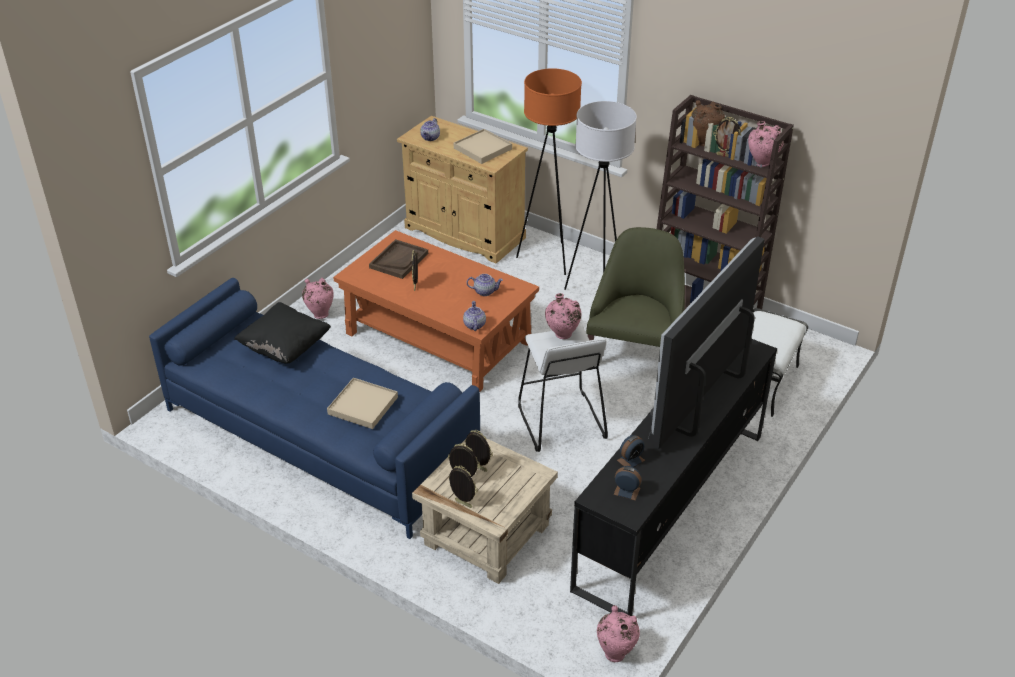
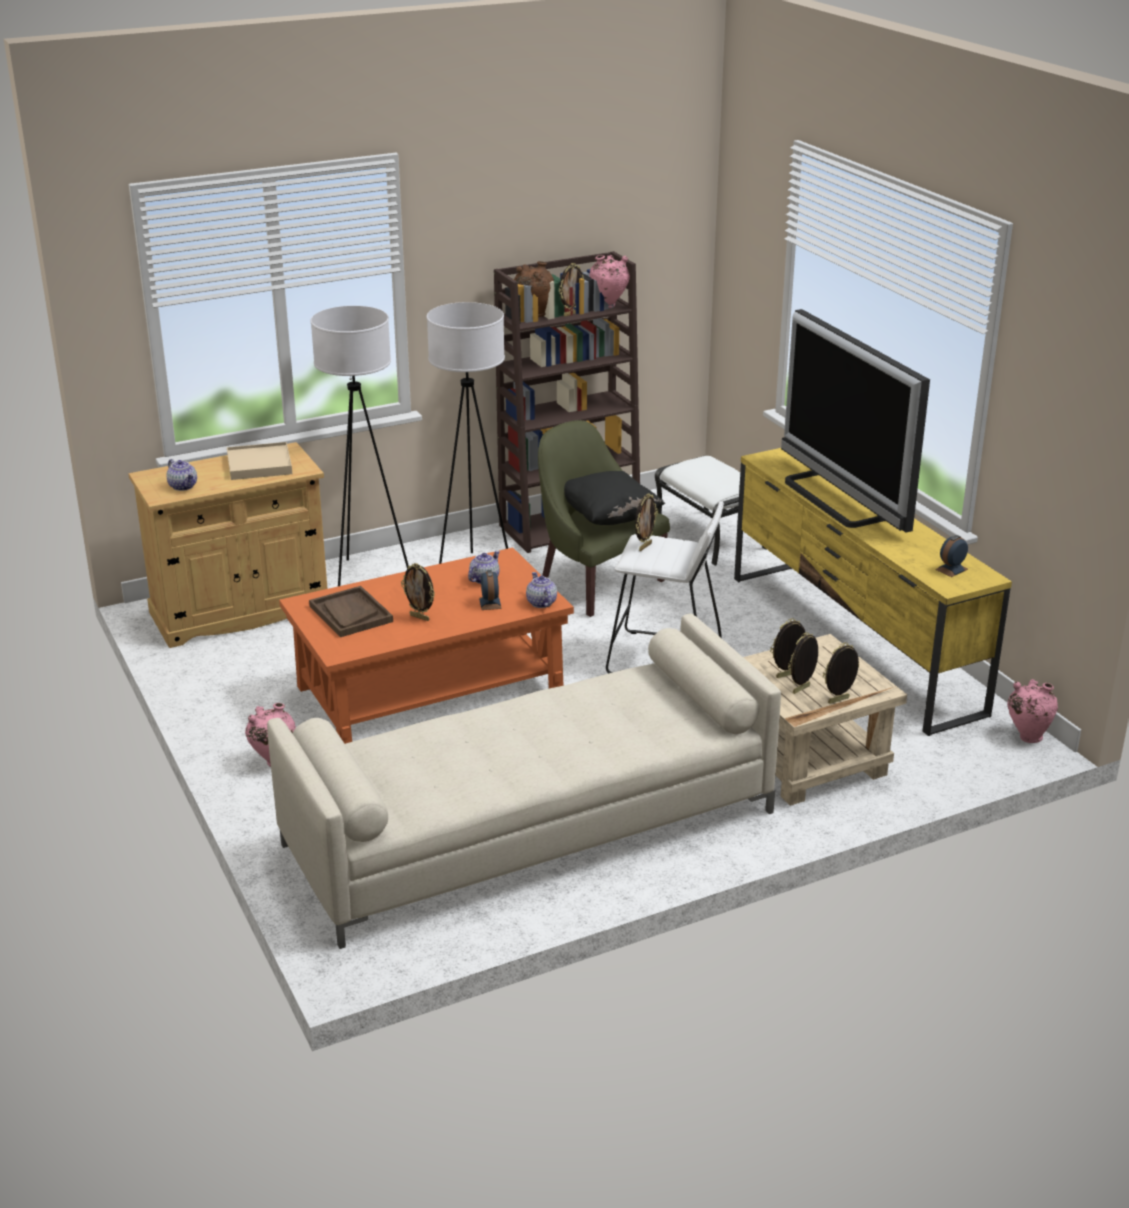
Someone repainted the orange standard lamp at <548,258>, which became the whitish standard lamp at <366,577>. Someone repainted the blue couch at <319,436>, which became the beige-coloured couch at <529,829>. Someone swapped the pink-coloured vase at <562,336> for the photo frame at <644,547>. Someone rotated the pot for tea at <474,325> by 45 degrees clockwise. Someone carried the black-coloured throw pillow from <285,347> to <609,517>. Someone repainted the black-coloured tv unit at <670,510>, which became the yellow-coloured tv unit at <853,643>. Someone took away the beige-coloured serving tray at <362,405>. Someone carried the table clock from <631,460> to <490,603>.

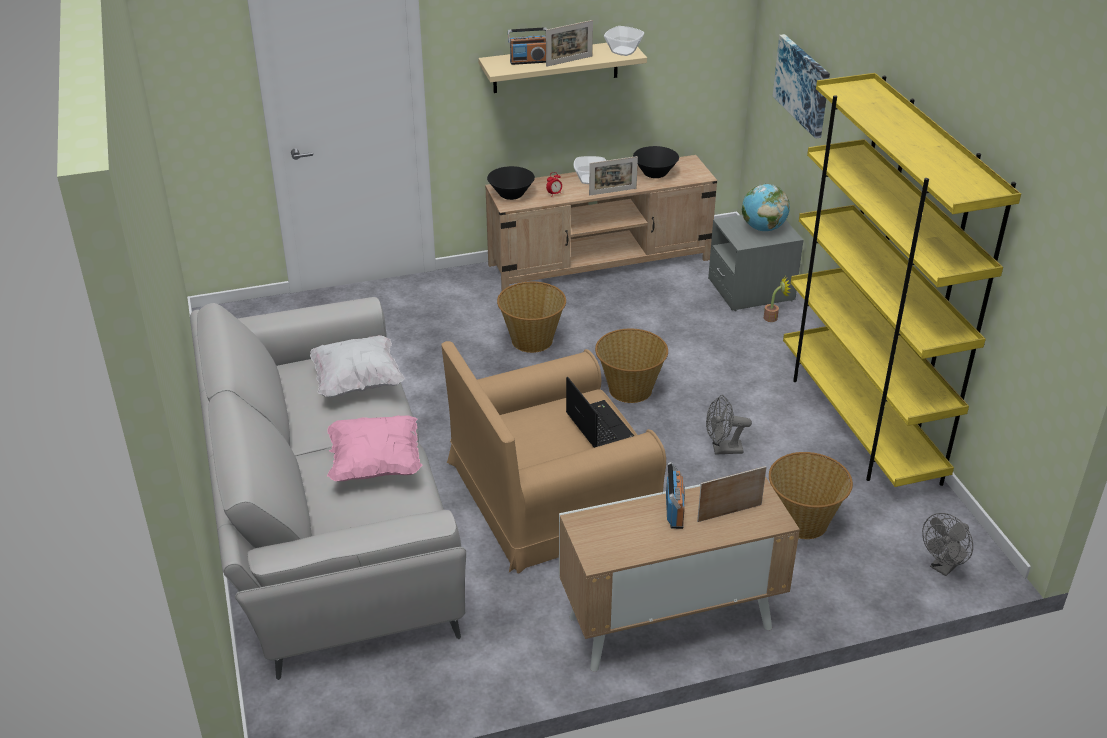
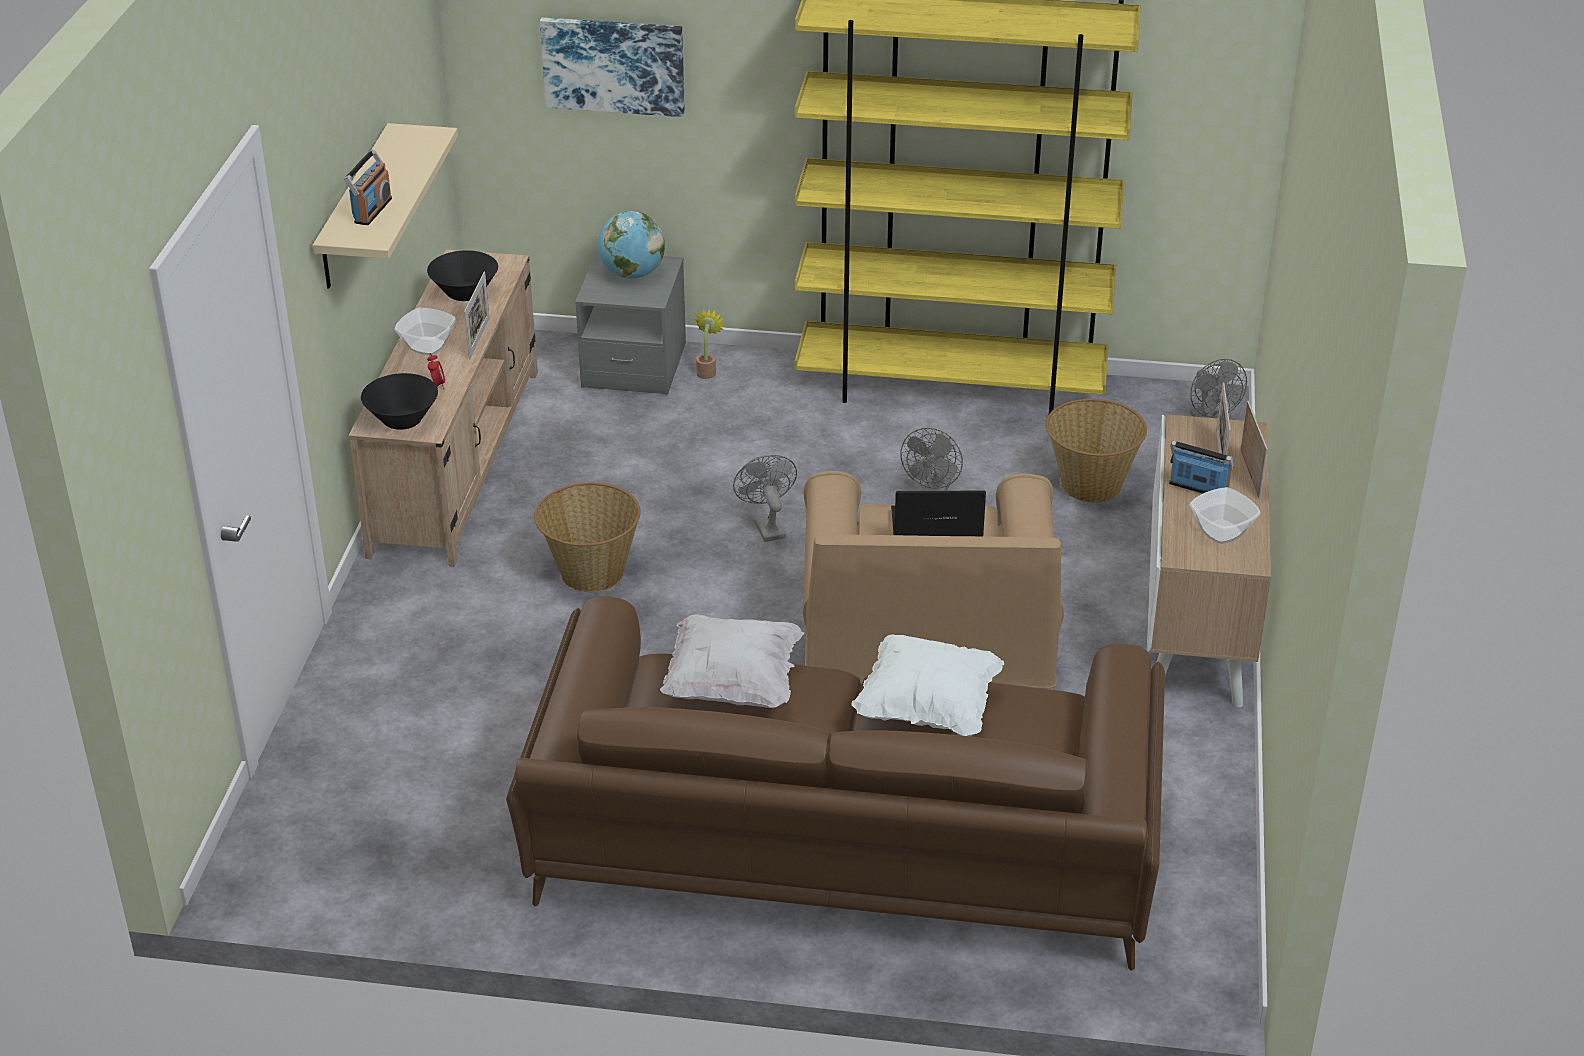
Someone carried the photo frame from <569,61> to <1250,474>. Someone carried the bowl from <623,51> to <1222,532>. Someone repainted the greyish couch at <327,514>, which became the brown couch at <840,856>. Someone swapped the storage basket at <629,390> for the greyish cooling fan at <767,526>. Someone repainted the pink-coloured throw pillow at <376,464>, which became the whitish throw pillow at <928,708>.

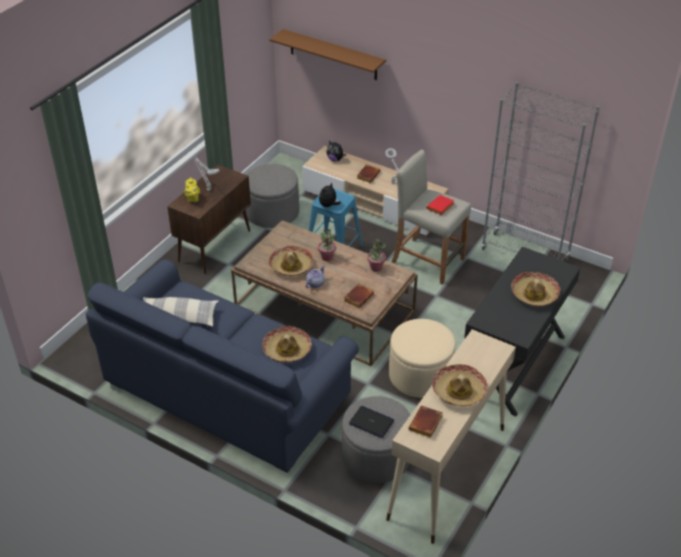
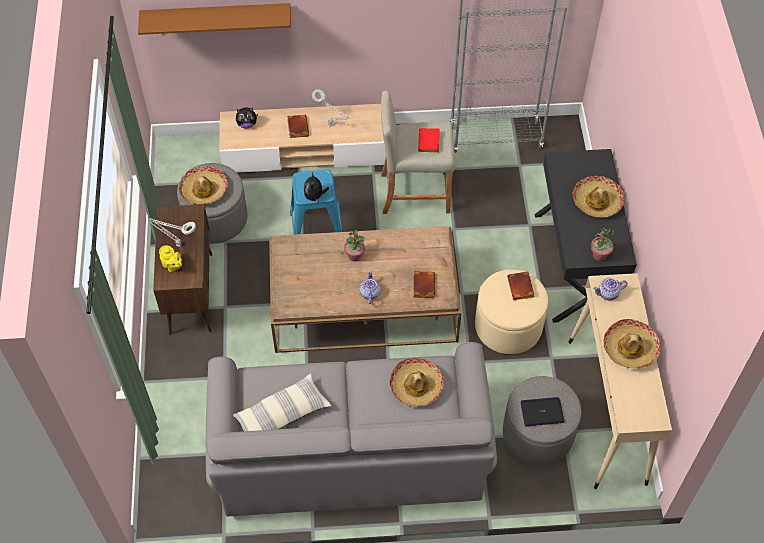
Someone carried the potted plant from <376,268> to <599,255>. Someone carried the clothing hat from <291,265> to <204,190>. Someone repainted the blue couch at <226,391>, which became the greyish couch at <350,451>. Someone carried the brown book from <426,425> to <521,288>. Someone put down the pot for tea at <608,294>.

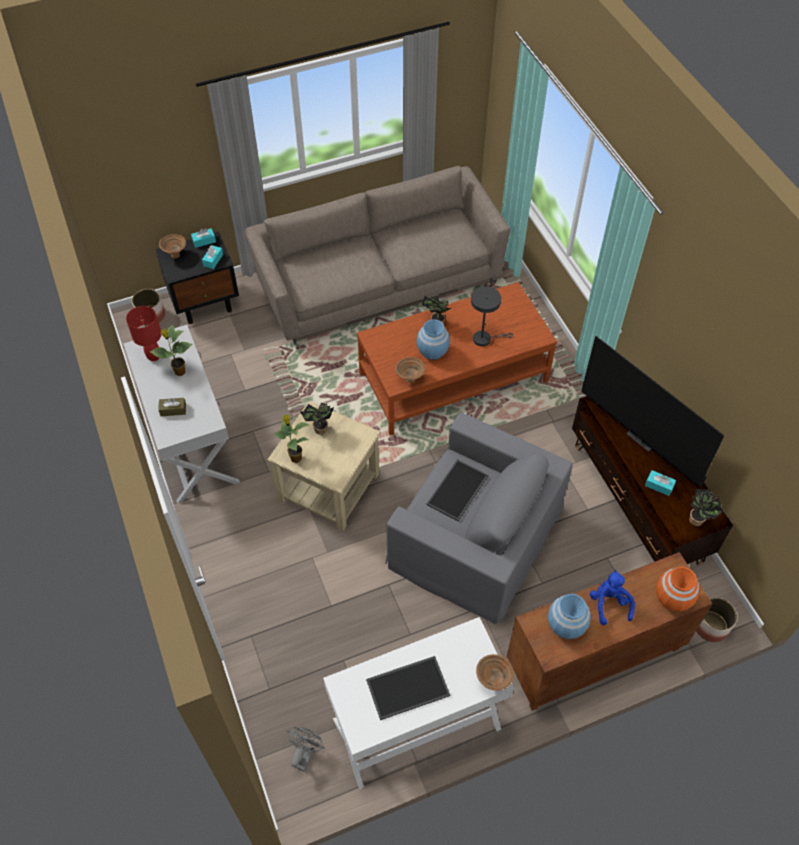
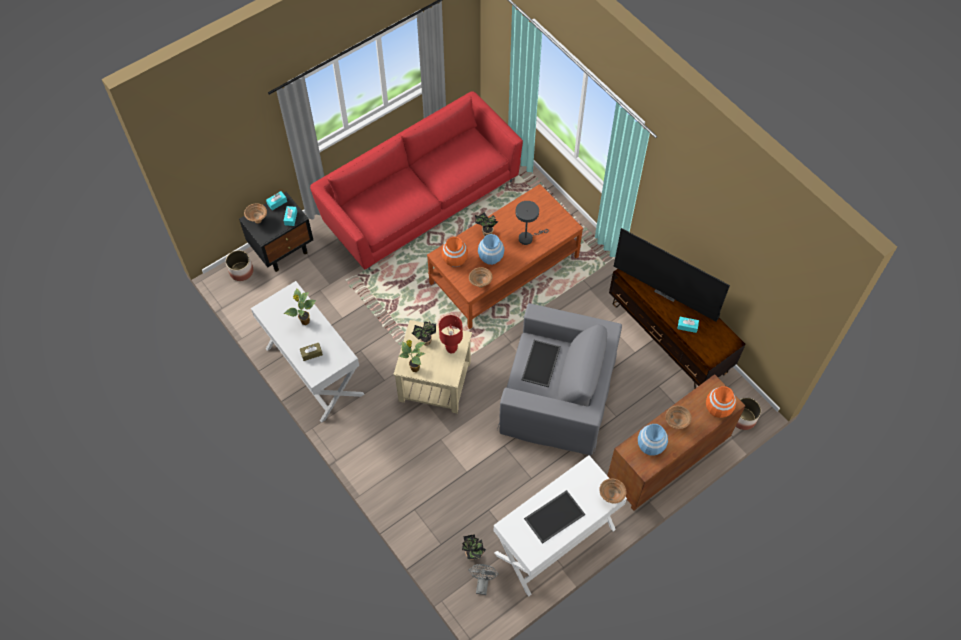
Someone repainted the beige-coloured couch at <378,283>, which became the red couch at <420,201>. Someone carried the red lamp for a table from <154,356> to <452,349>. Someone carried the potted plant from <698,521> to <473,555>. Someone swapped the blue cuddly toy at <609,603> for the brown bowl at <676,423>. Someone put down the orange vase at <454,260>.

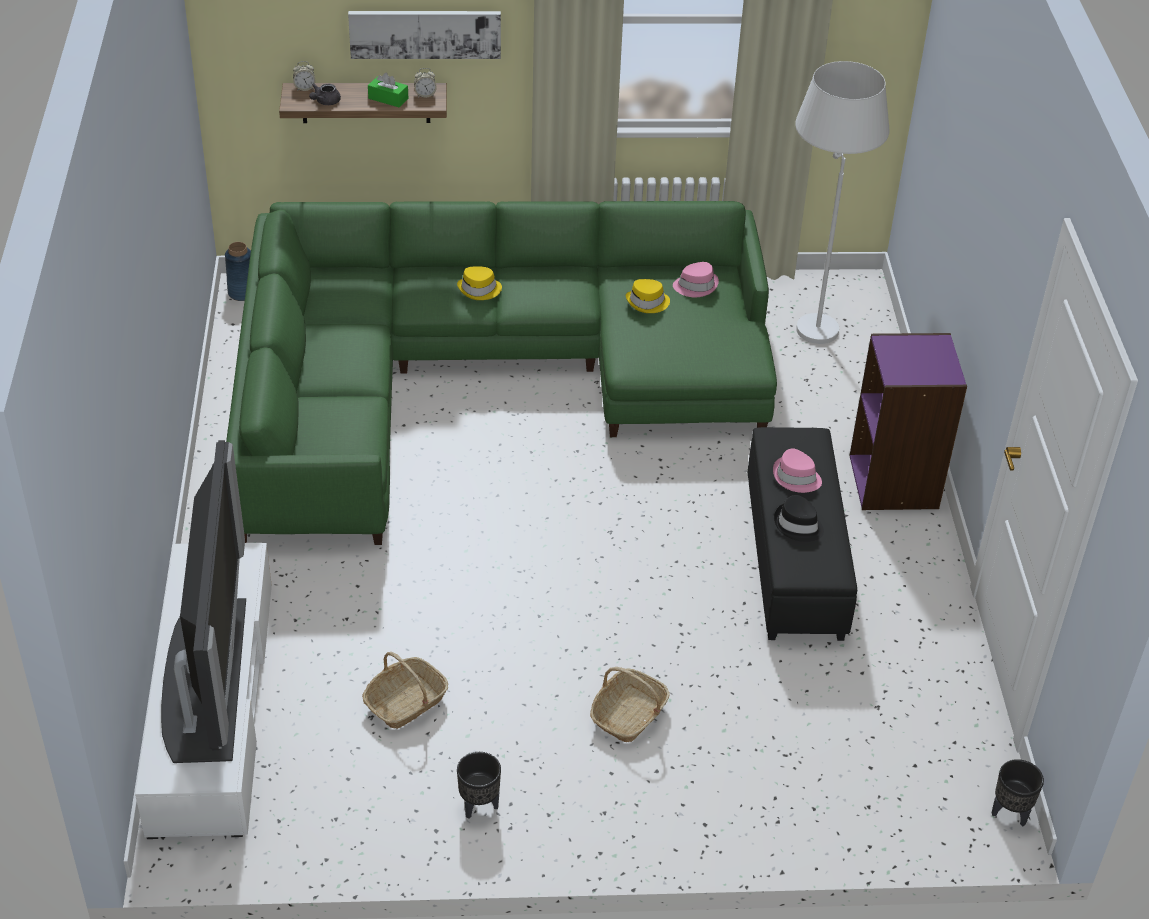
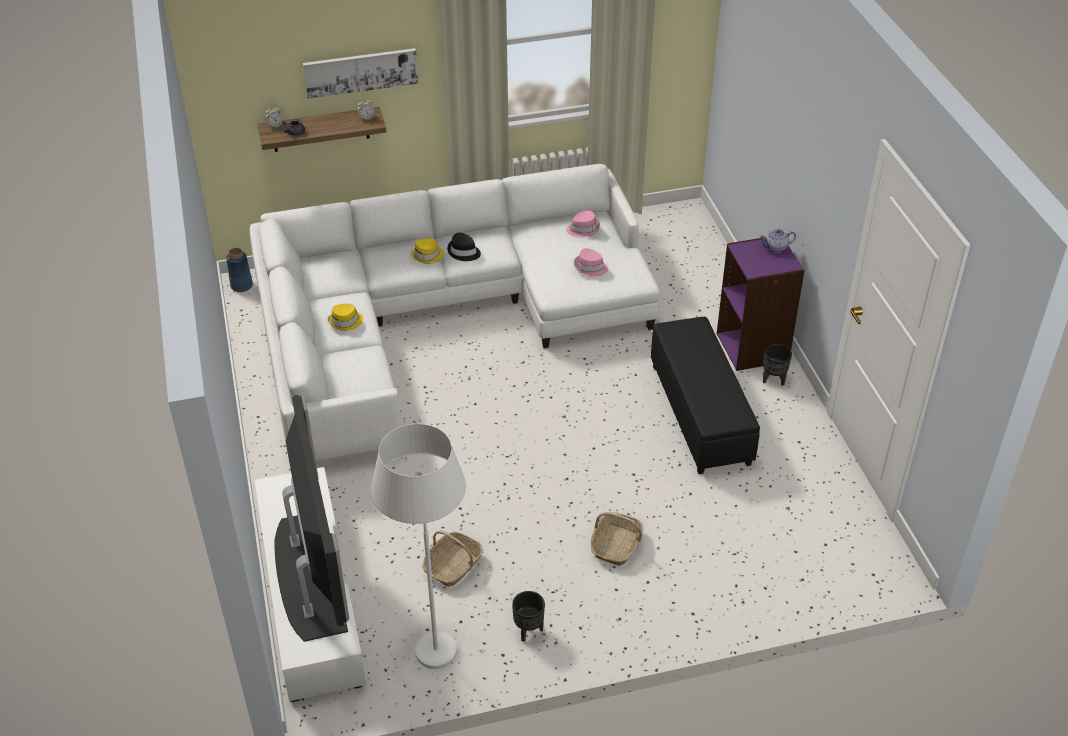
Someone carried the whitish standard lamp from <813,315> to <431,633>. Someone took away the greenish tissue holder at <388,98>. Someone repainted the greenish couch at <480,377>, which became the whitish couch at <437,319>. Someone carried the yellow-coloured clothing hat from <647,302> to <346,321>. Someone carried the pink-coloured clothing hat from <796,477> to <590,267>. Someone carried the black-coloured clothing hat from <798,525> to <463,252>. Someone carried the black-coloured flower pot from <1010,813> to <774,380>. Someone put down the pot for tea at <776,248>.

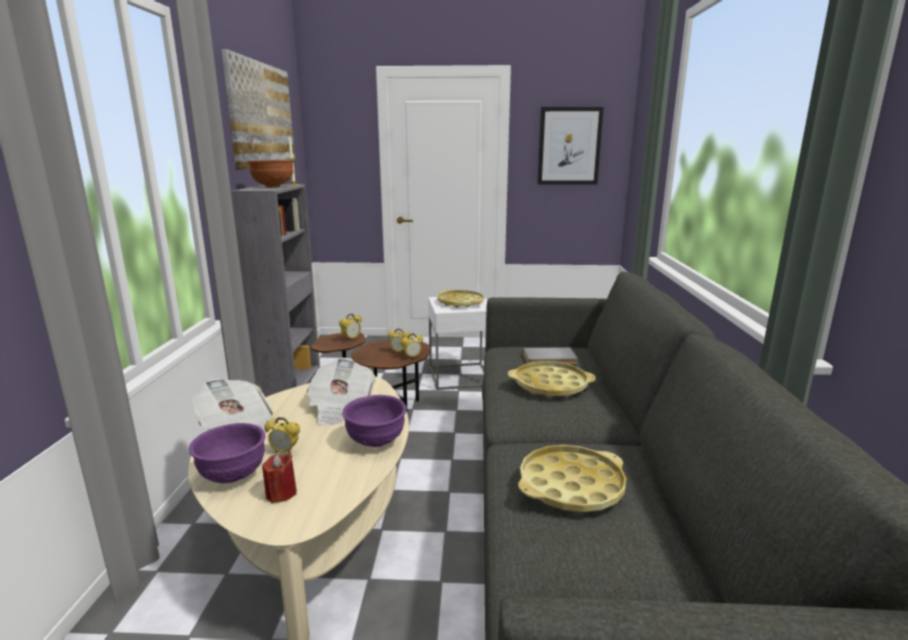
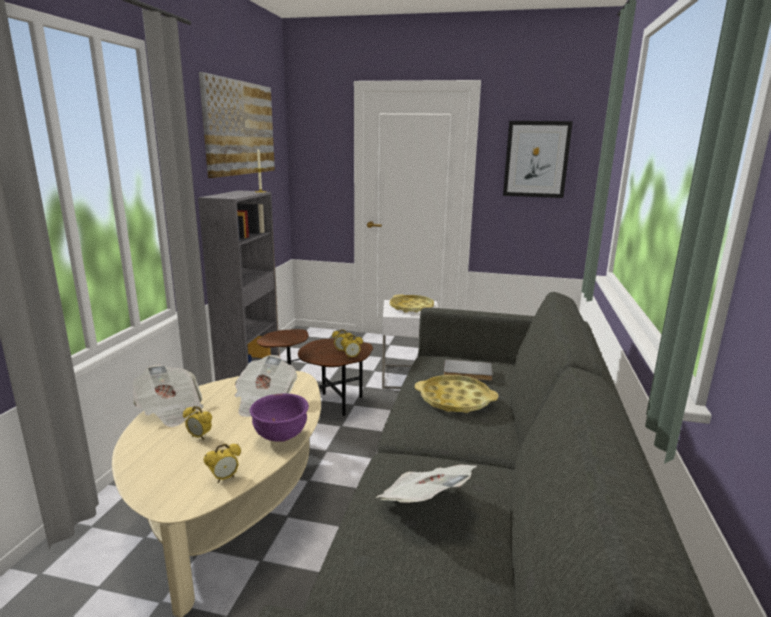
Someone took away the brown bowl at <273,187>. Someone carried the table clock from <351,339> to <224,478>. Someone took away the purplish bowl at <233,476>. Someone swapped the yellow-coloured serving tray at <571,486> for the printed paper at <424,503>. Someone took away the red wax candle at <281,493>.

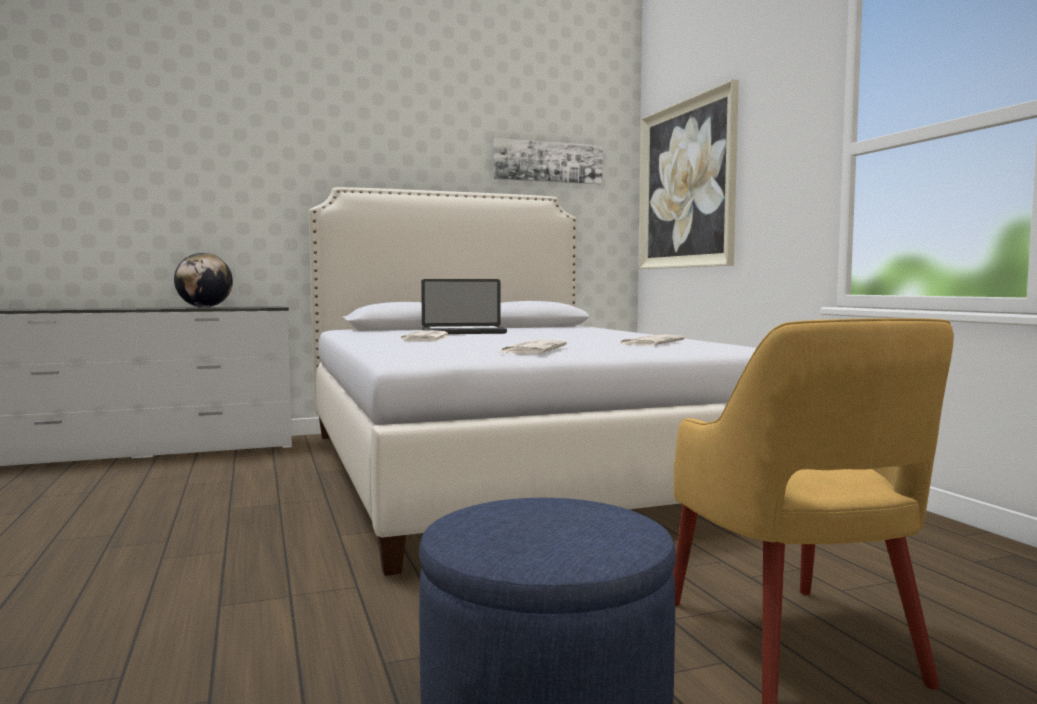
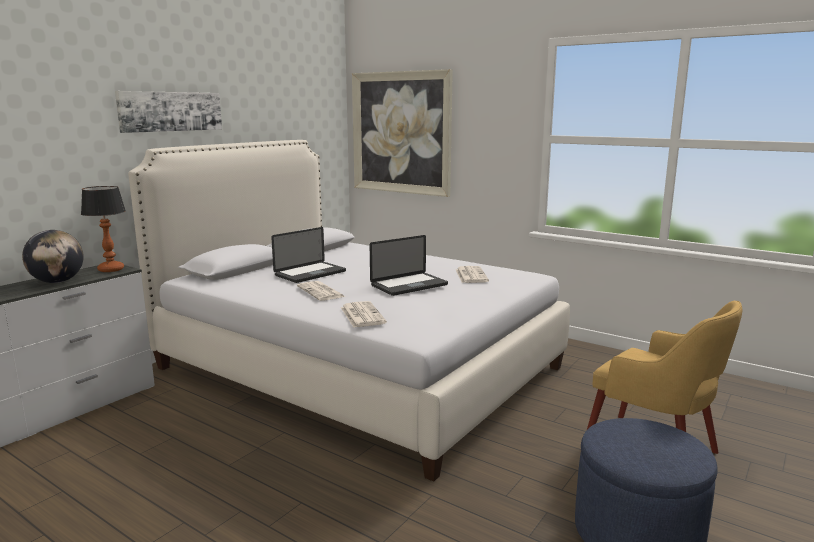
Someone carried the wall picture from <548,162> to <171,111>. Someone carried the printed paper from <533,349> to <361,315>. Someone put down the lamp for a table at <111,269>. Someone put down the laptop at <409,285>.

